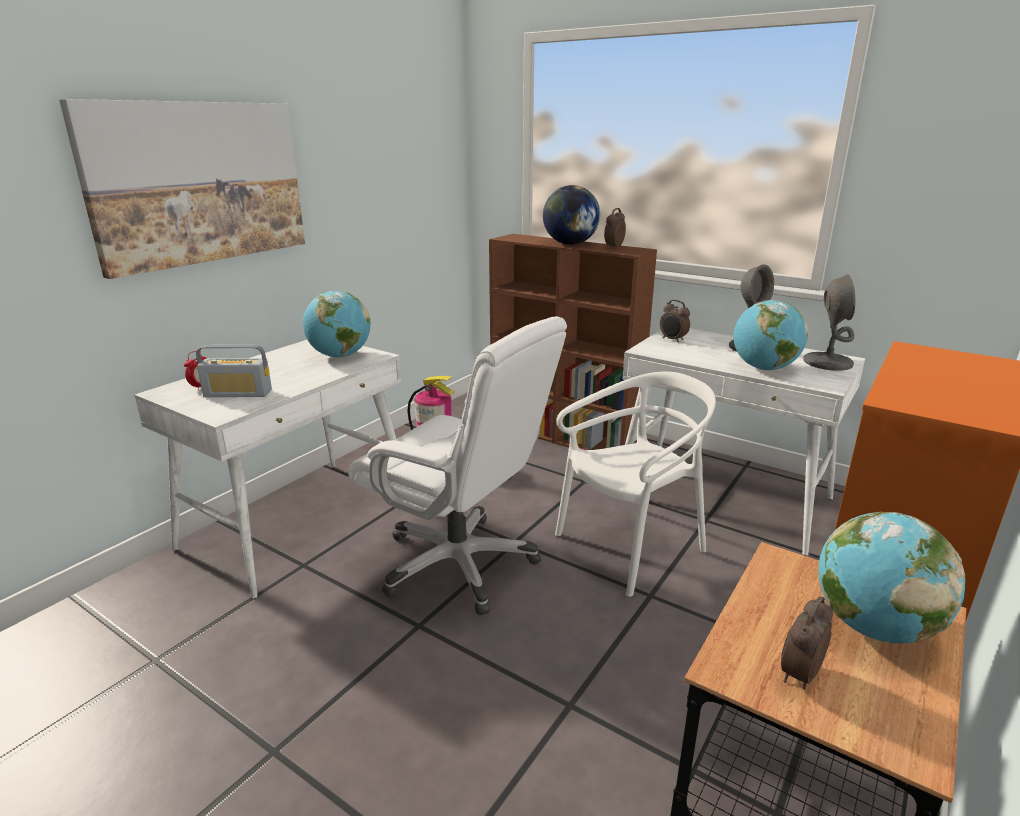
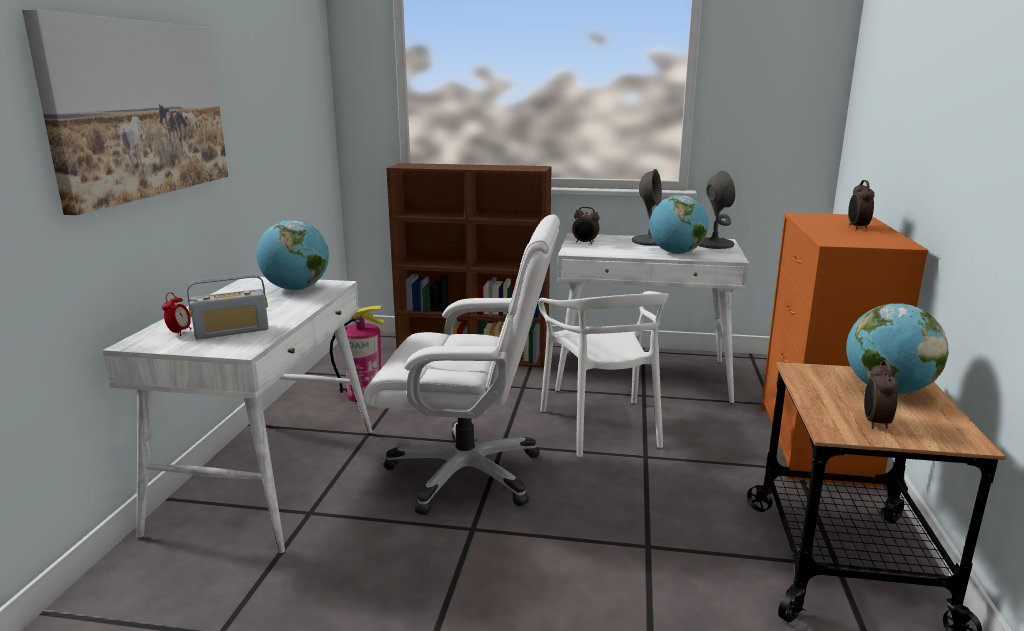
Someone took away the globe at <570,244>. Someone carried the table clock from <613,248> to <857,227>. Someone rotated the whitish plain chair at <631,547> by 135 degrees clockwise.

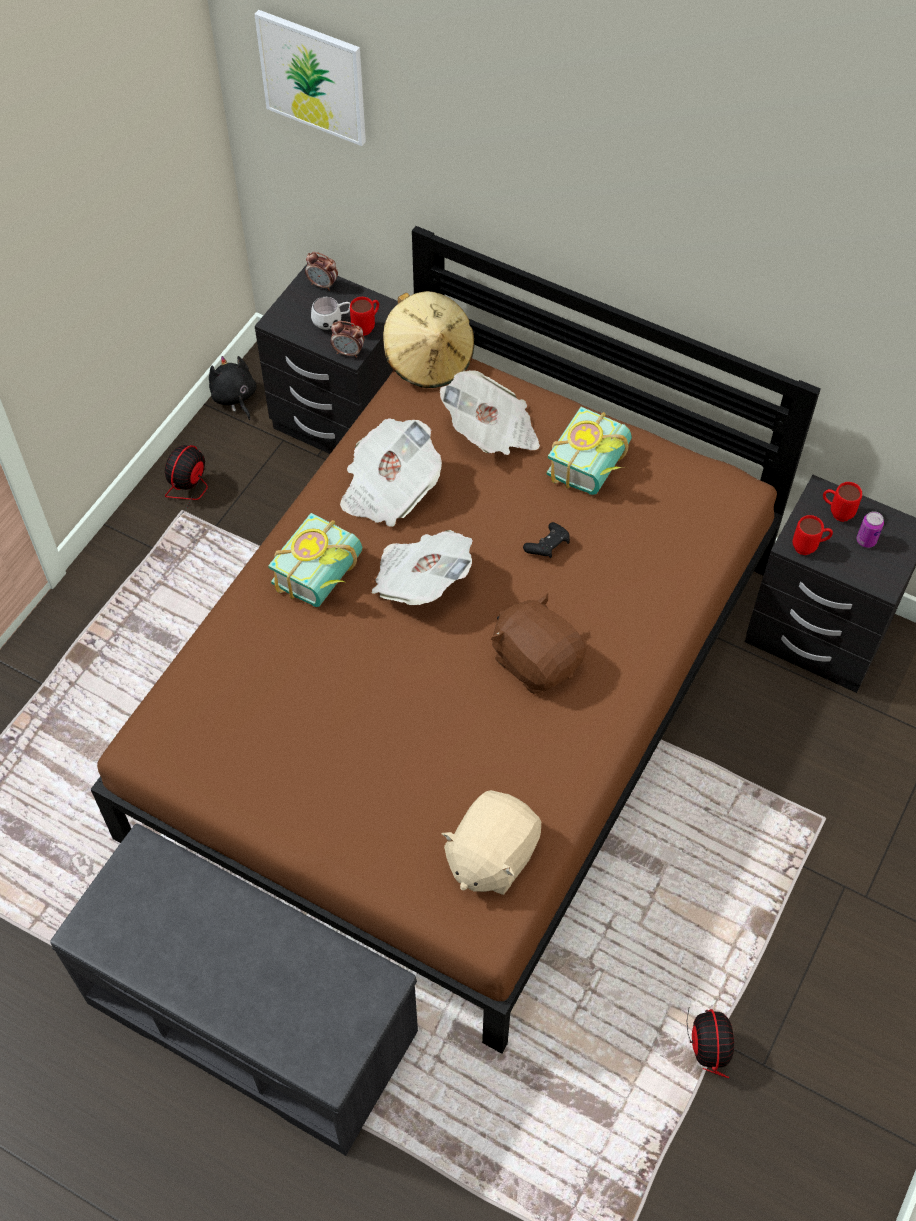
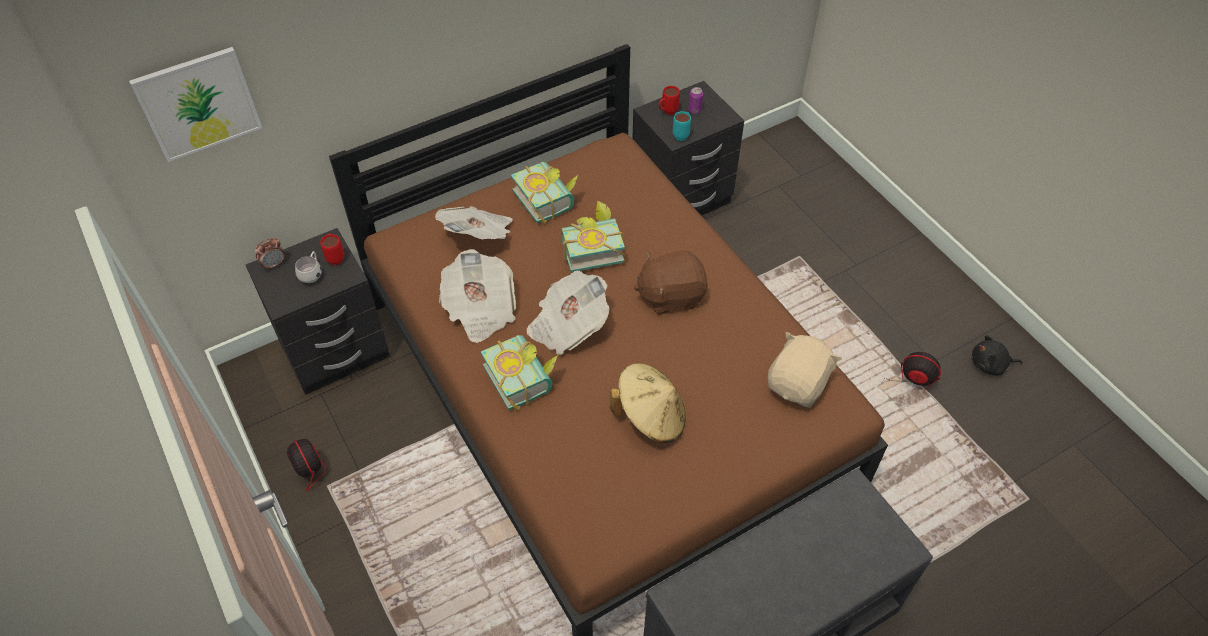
Someone carried the beige-coloured clothing hat from <429,360> to <650,416>. Someone took away the table clock at <348,352>. Someone carried the black-coloured cuddly toy from <234,397> to <990,365>. Someone repainted the red tea mug at <809,548>, which became the turquoise-coloured tea mug at <682,134>. Someone swapped the black-coloured joypad at <548,546> for the book at <591,249>. Someone rotated the beige-coloured cuddly toy at <491,856> by 120 degrees counterclockwise.

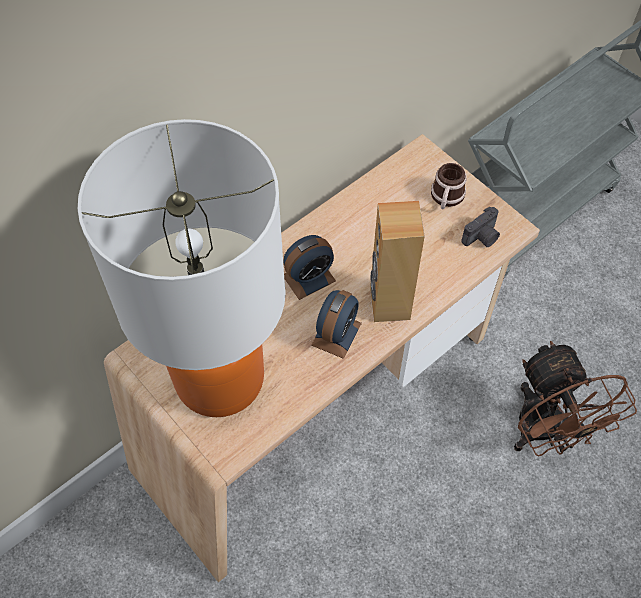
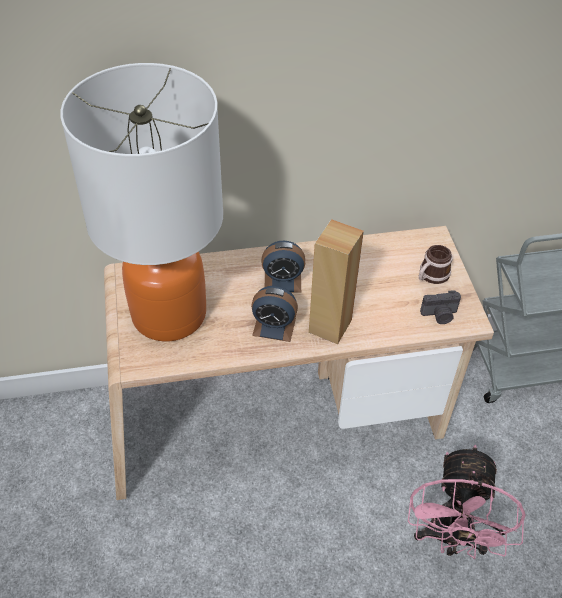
Someone rotated the table clock at <336,334> by 45 degrees clockwise. Someone repainted the brown cooling fan at <546,433>, which became the pink-coloured cooling fan at <450,539>.

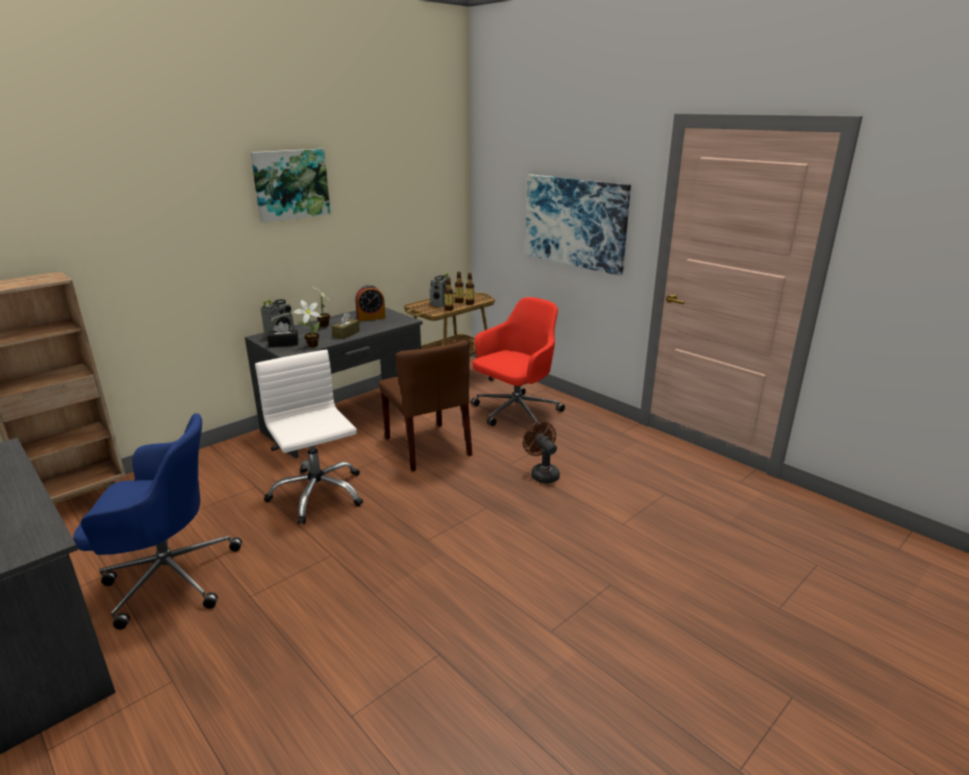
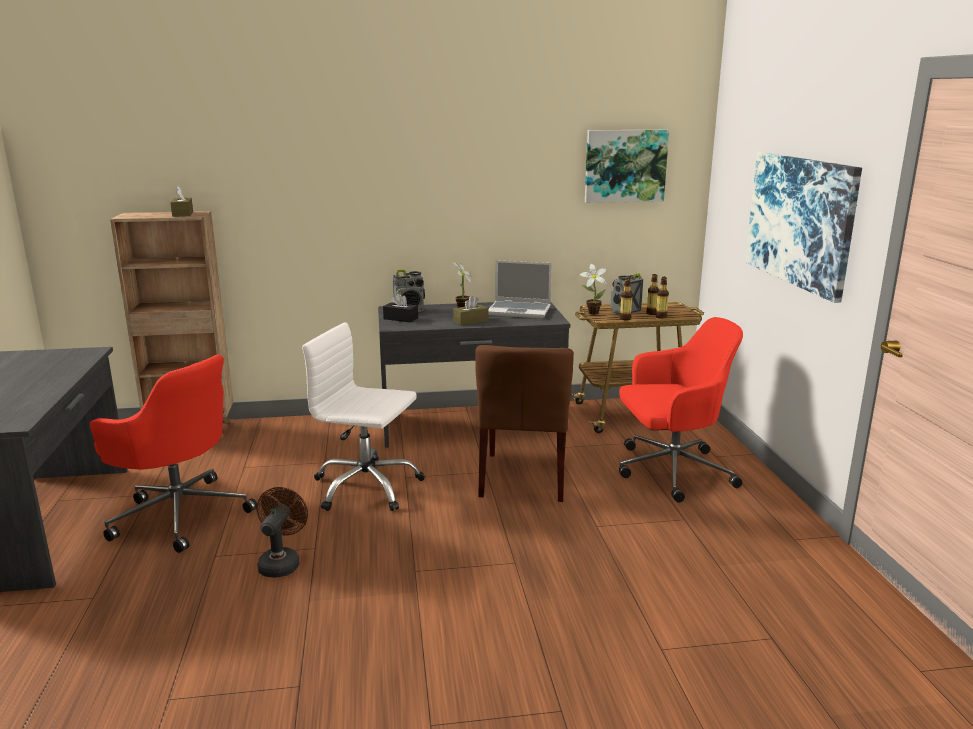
Someone carried the wall picture from <291,184> to <625,166>. Someone swapped the table clock at <371,318> for the laptop at <520,311>. Someone carried the potted plant from <311,346> to <591,313>. Someone rotated the whitish office chair at <317,494> by 75 degrees counterclockwise. Someone repainted the blue office chair at <168,577>, which became the red office chair at <180,514>. Someone carried the brown cooling fan from <542,474> to <281,562>. Someone put down the brown tissue holder at <183,214>.

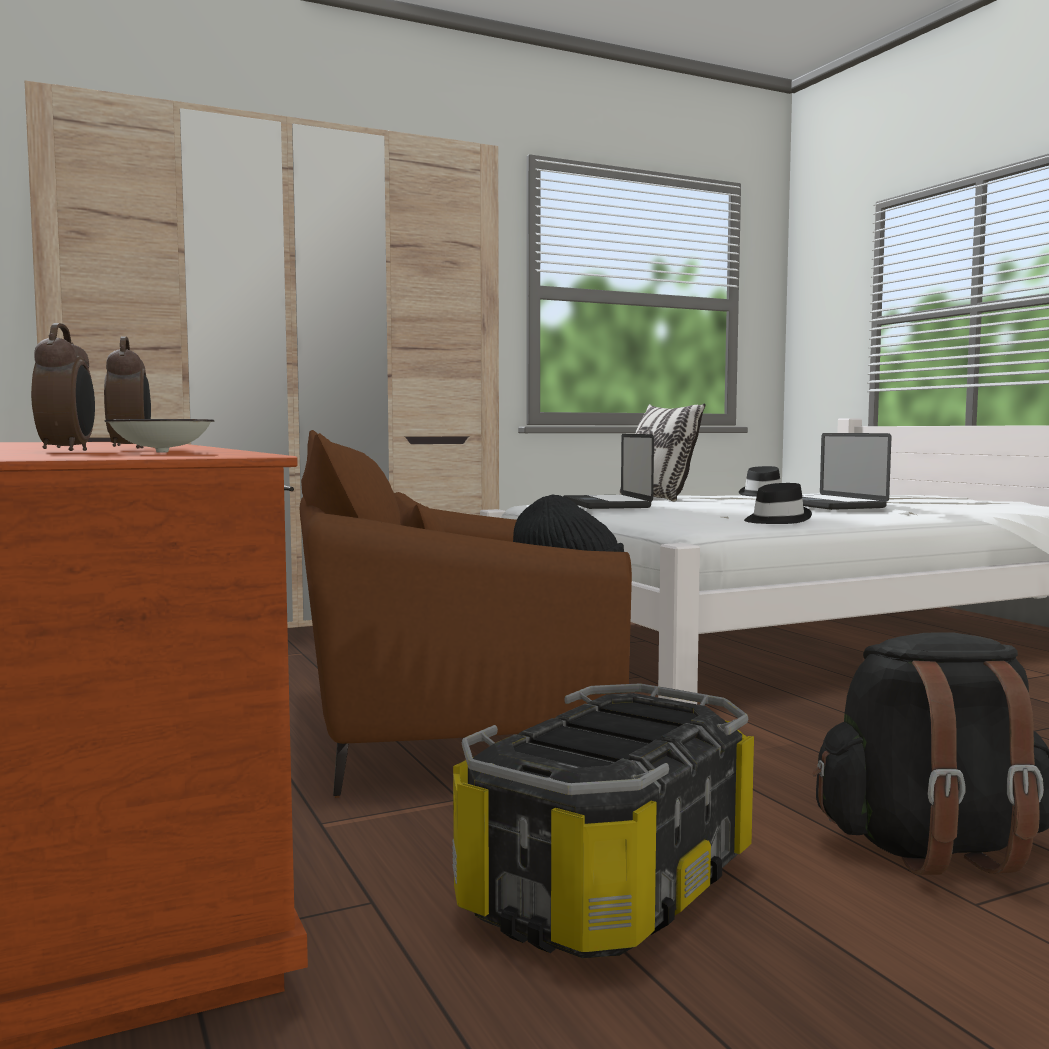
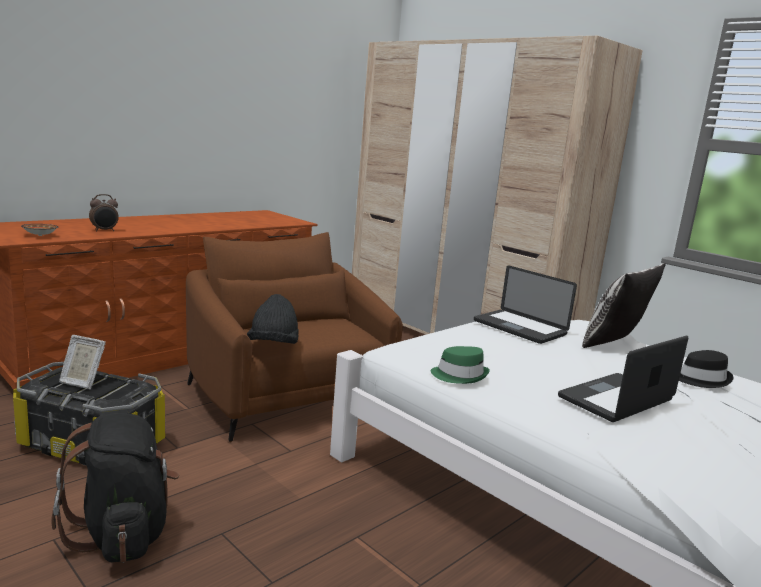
Someone took away the table clock at <68,451>. Someone rotated the laptop at <606,504> by 105 degrees counterclockwise. Someone repainted the black-coloured clothing hat at <775,520>, which became the greenish clothing hat at <459,375>. Someone put down the photo frame at <82,382>.

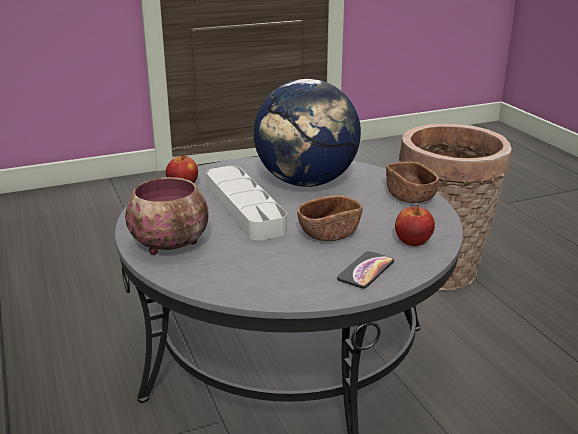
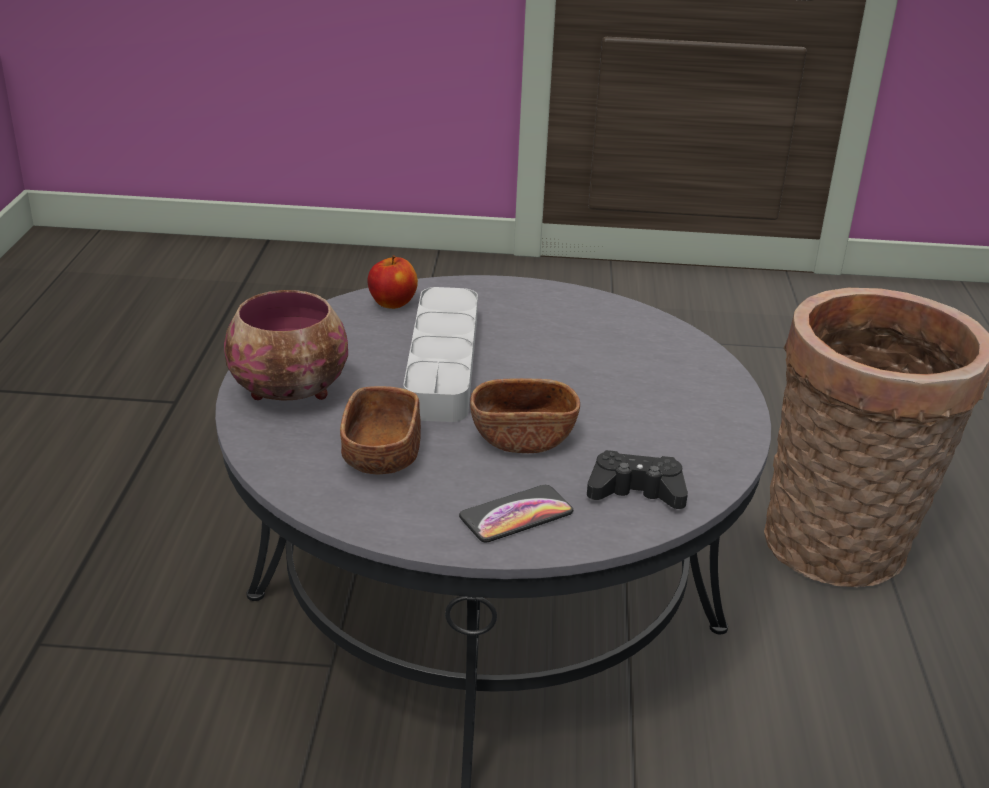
Someone took away the globe at <306,182>. Someone carried the brown bowl from <410,196> to <381,456>. Someone swapped the apple fruit at <412,242> for the black-coloured joypad at <636,491>.

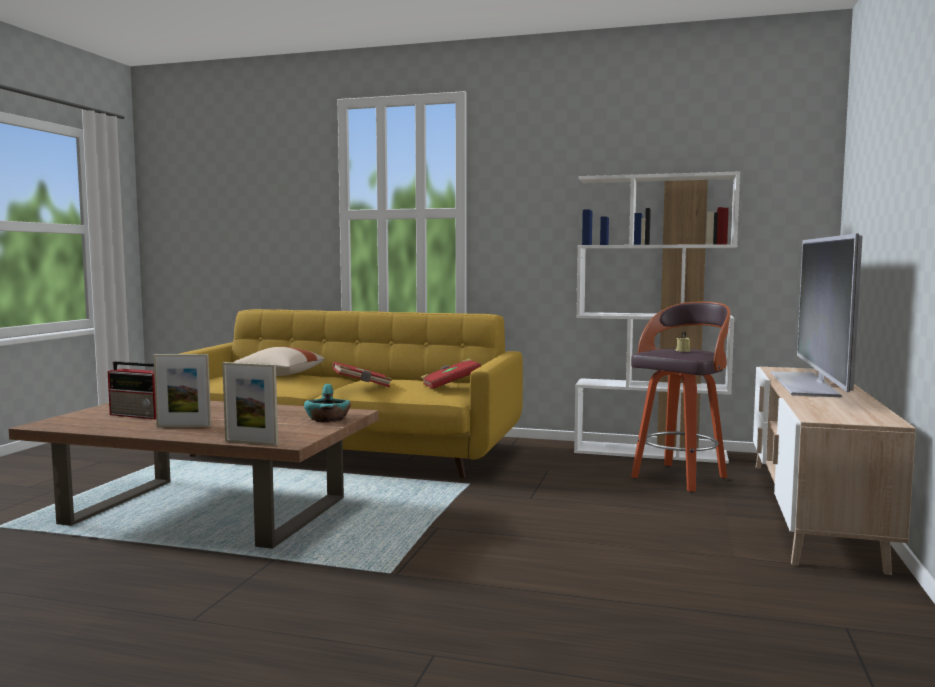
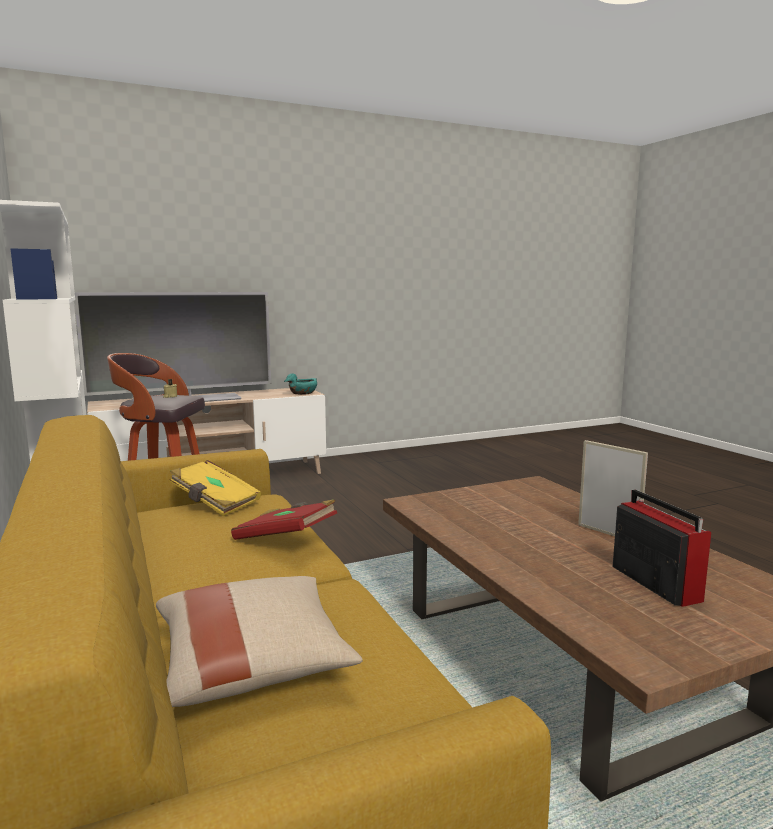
Someone repainted the red book at <451,385>, which became the yellow-coloured book at <215,503>. Someone took away the photo frame at <251,443>. Someone carried the turquoise-coloured bowl from <328,419> to <302,393>.

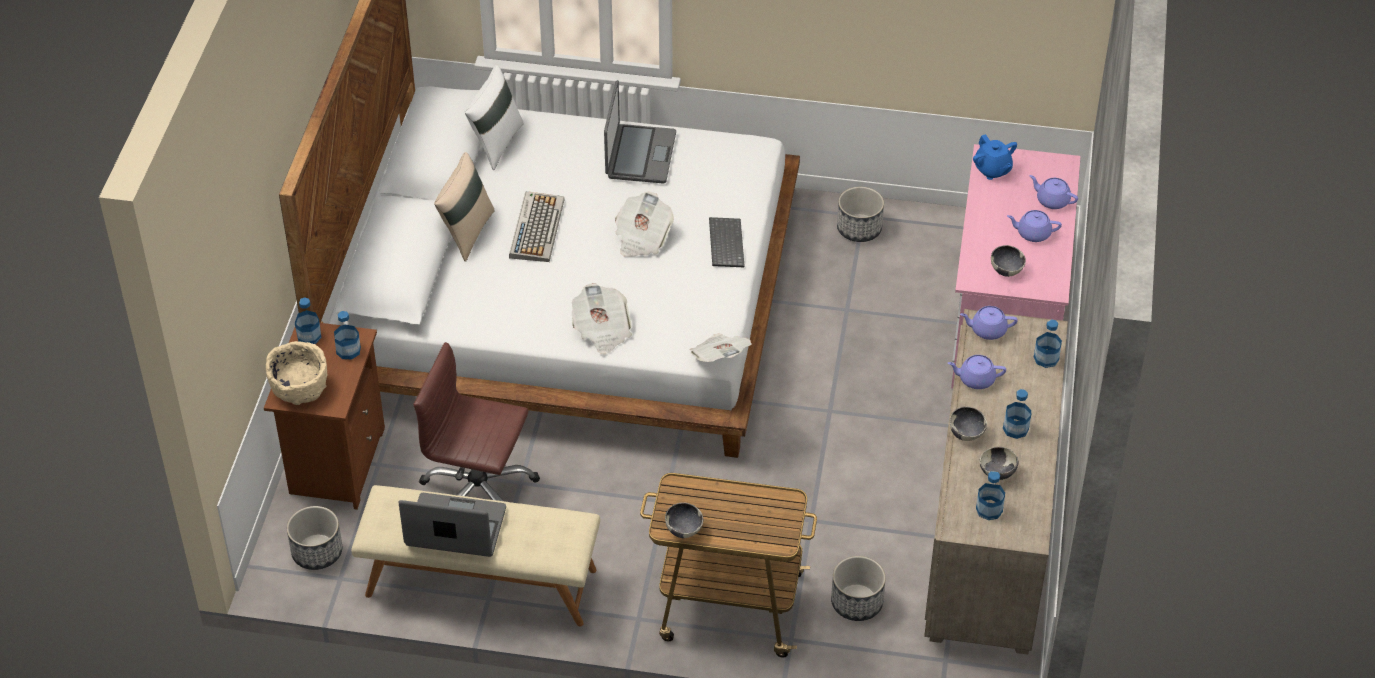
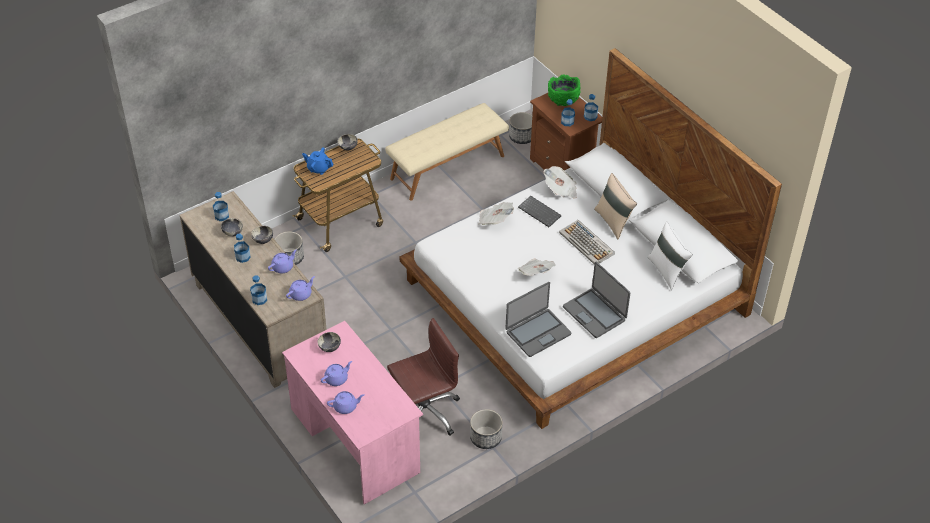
Someone carried the blue pot for tea from <992,170> to <318,168>. Someone carried the computer keyboard from <725,243> to <540,212>. Someone carried the printed paper from <720,358> to <560,190>. Someone repainted the beige-coloured bowl at <300,387>, which became the greenish bowl at <563,99>. Someone carried the brown office chair from <478,495> to <424,412>. Someone carried the laptop from <455,528> to <537,332>.

